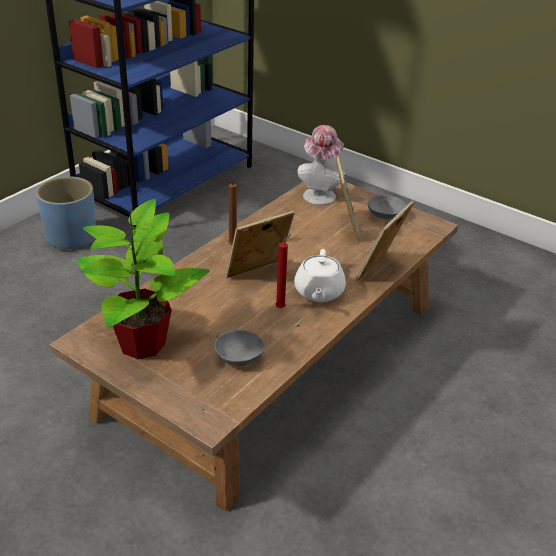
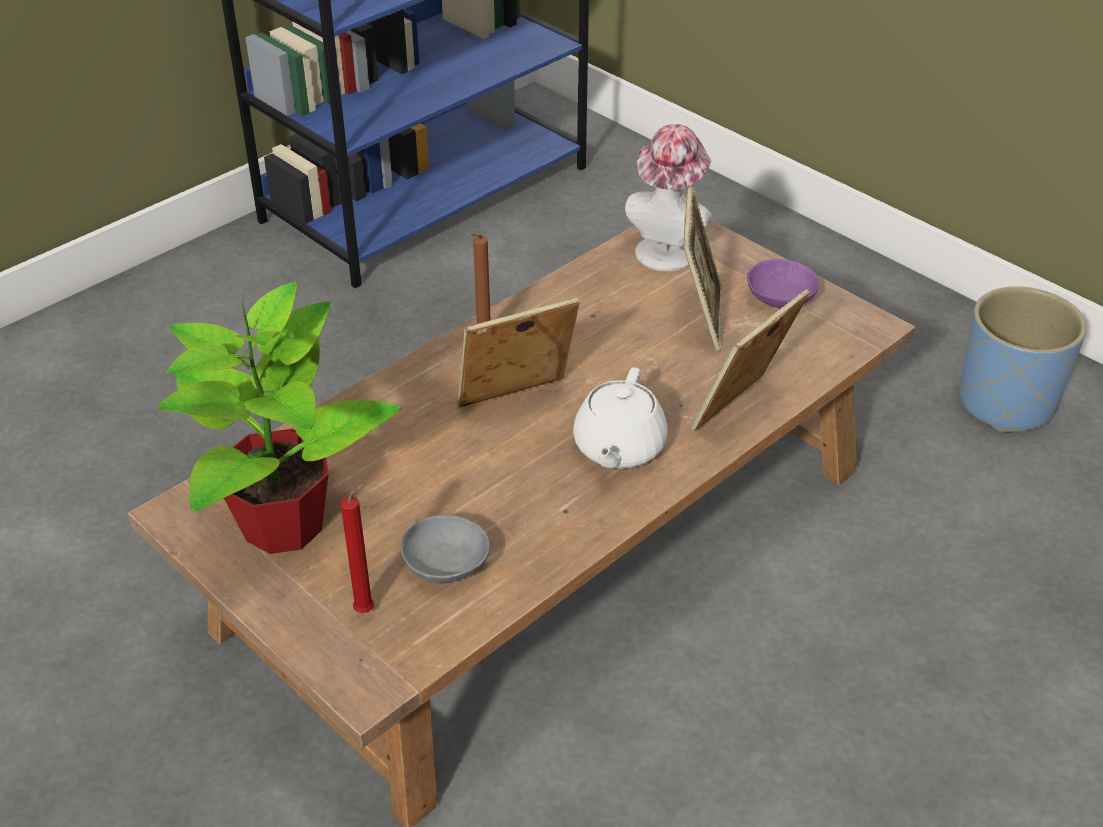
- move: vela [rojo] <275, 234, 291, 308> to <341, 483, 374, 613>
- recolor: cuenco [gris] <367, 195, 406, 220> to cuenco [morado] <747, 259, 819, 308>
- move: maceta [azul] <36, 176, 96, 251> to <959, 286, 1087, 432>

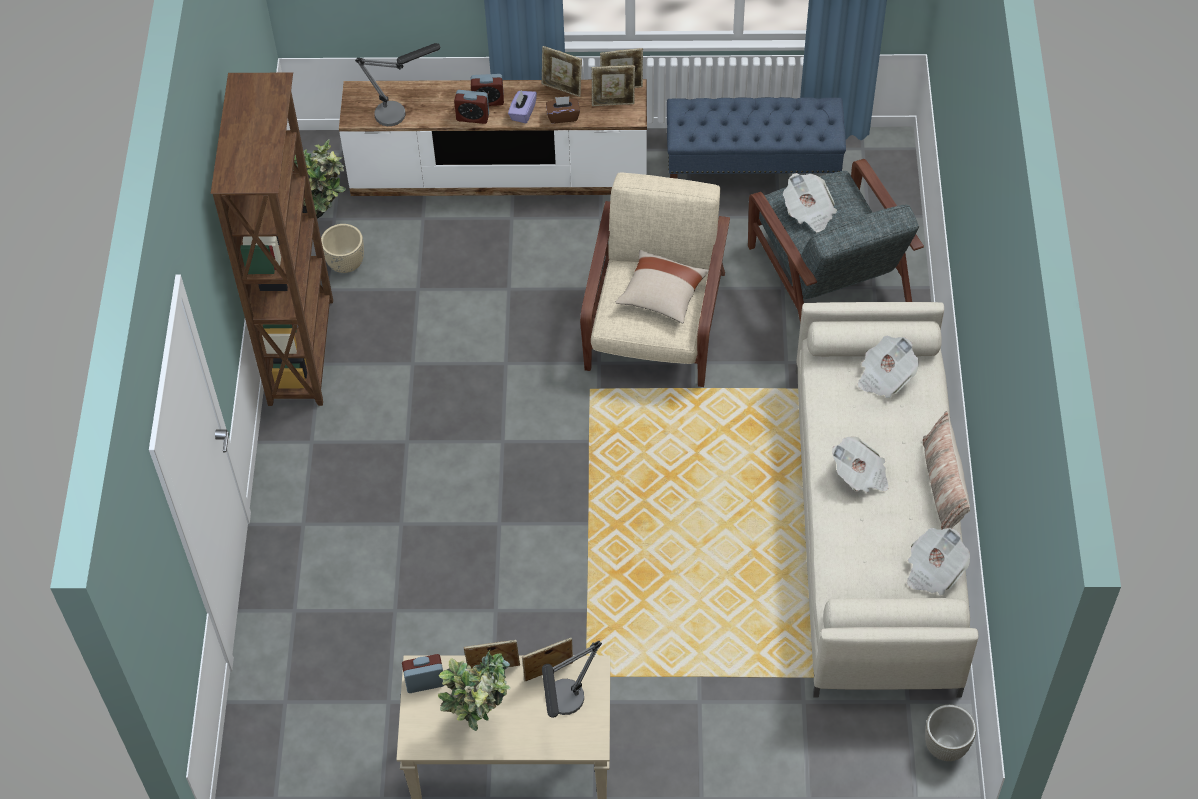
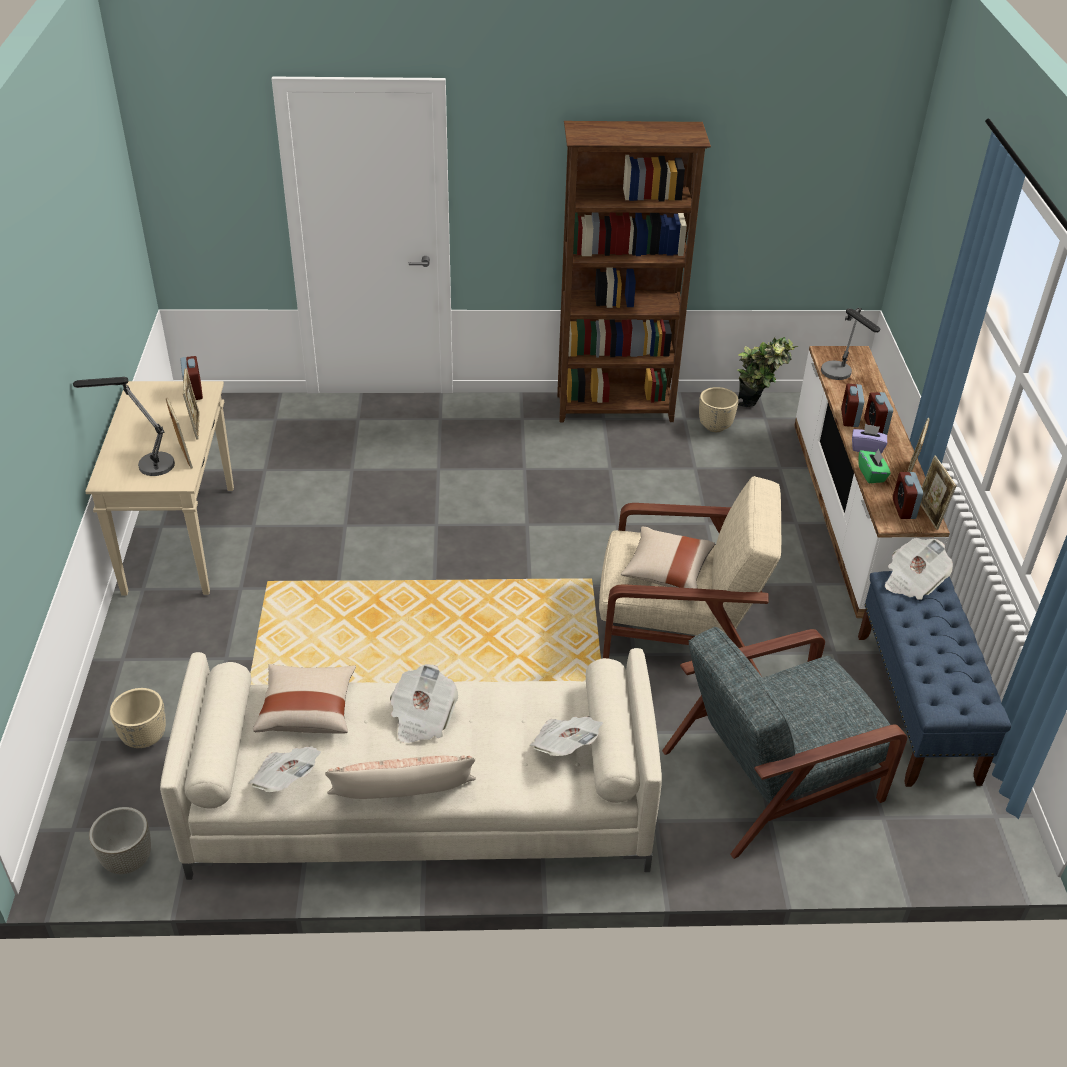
- insert: maceta [beis] <110, 688, 166, 748>
- insert: cojín [beis] <253, 664, 356, 734>
- recolor: caja de pañuelos [marrón] <546, 96, 580, 123> to caja de pañuelos [verde] <858, 449, 891, 483>
- move: periódico <783, 173, 837, 232> to <885, 538, 953, 600>
- replace: portarretratos <592, 65, 635, 106> to despertador <893, 472, 923, 519>
- delete: planta en maceta <438, 649, 510, 731>

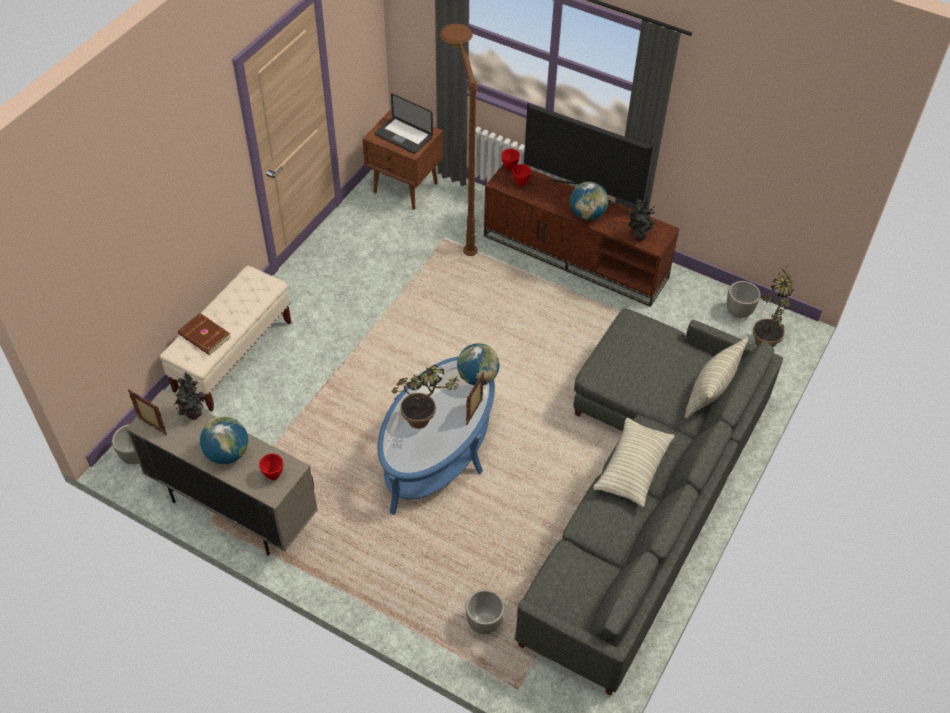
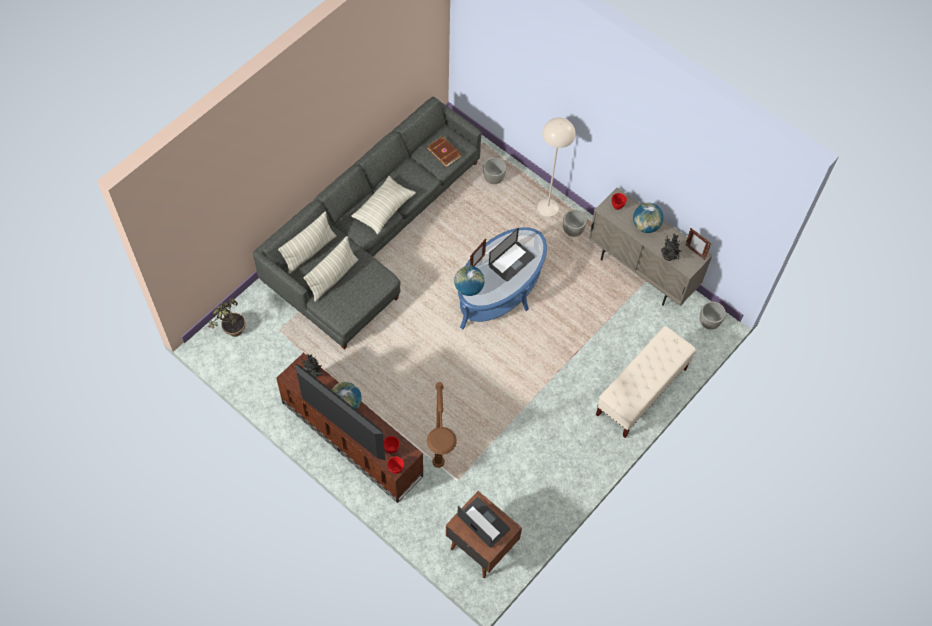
- insert: cojín <304, 236, 358, 301>
- move: libro [marrón] <178, 313, 231, 355> to <427, 136, 462, 167>
- replace: planta en maceta <392, 364, 462, 429> to portátil <489, 228, 535, 281>
- insert: lámpara de pie [beis] <537, 117, 576, 216>
- move: maceta [gris] <727, 281, 761, 318> to <563, 209, 587, 237>

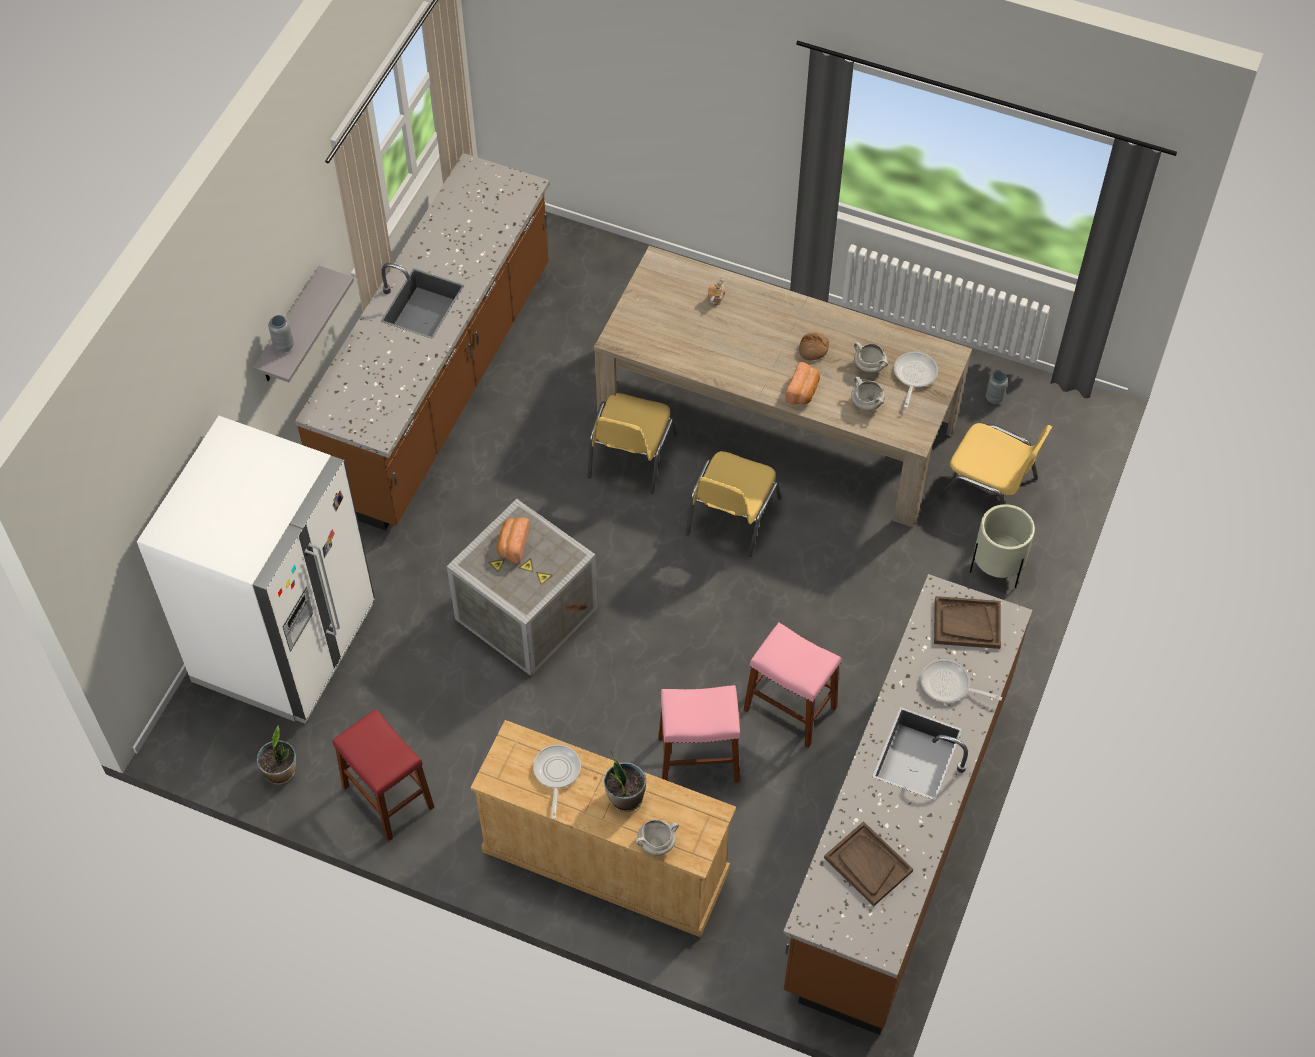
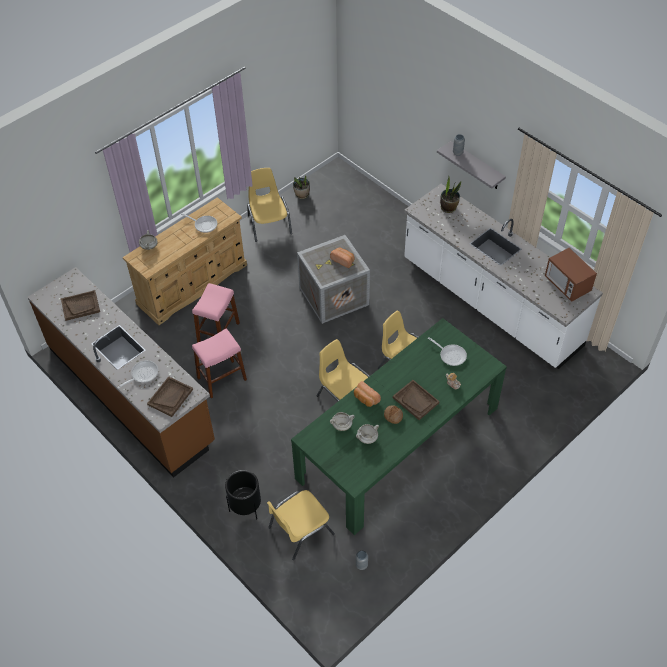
- recolor: maceta [beis] <970, 504, 1035, 588> to maceta [negro] <225, 470, 261, 519>
- replace: taburete [rojo] <332, 709, 434, 841> to silla [amarillo] <247, 168, 292, 242>
- recolor: mesa de comedor [beis] <594, 246, 972, 527> to mesa de comedor [verde] <291, 318, 507, 535>
- insert: bandeja [marrón] <393, 380, 439, 420>
- recolor: mueble bajo de cocina [marrón] <295, 153, 550, 531> to mueble bajo de cocina [blanco] <404, 184, 603, 369>
- move: sartén <894, 352, 938, 408> to <428, 337, 467, 366>
- move: planta en maceta <604, 751, 646, 812> to <440, 176, 461, 213>
- insert: microondas <545, 248, 597, 302>
- delete: nevera [blanco] <137, 416, 375, 724>

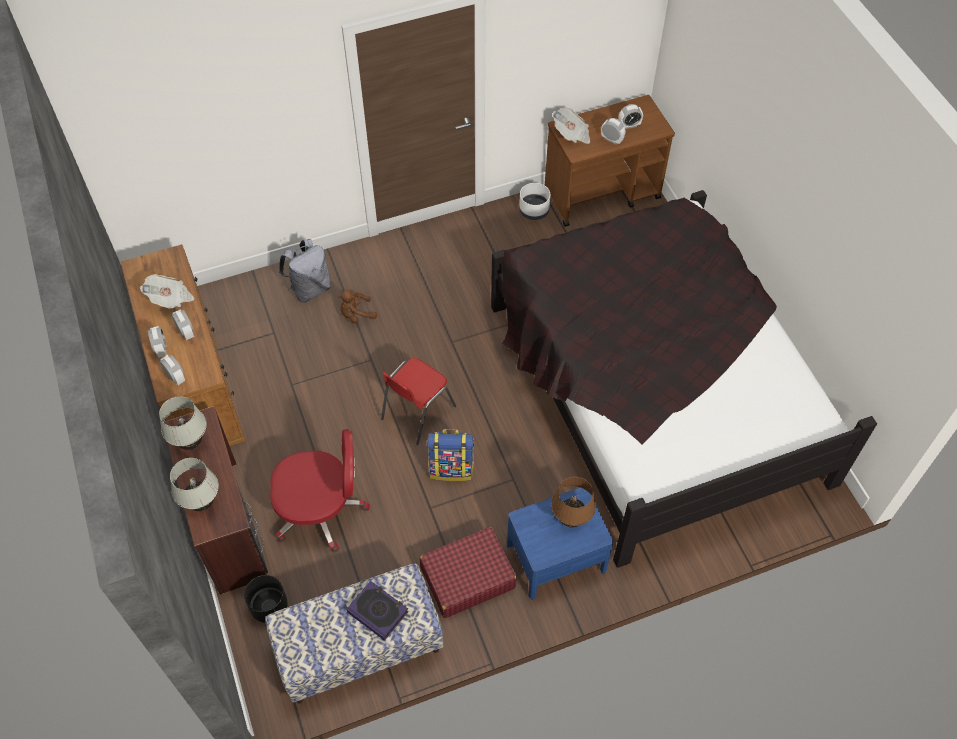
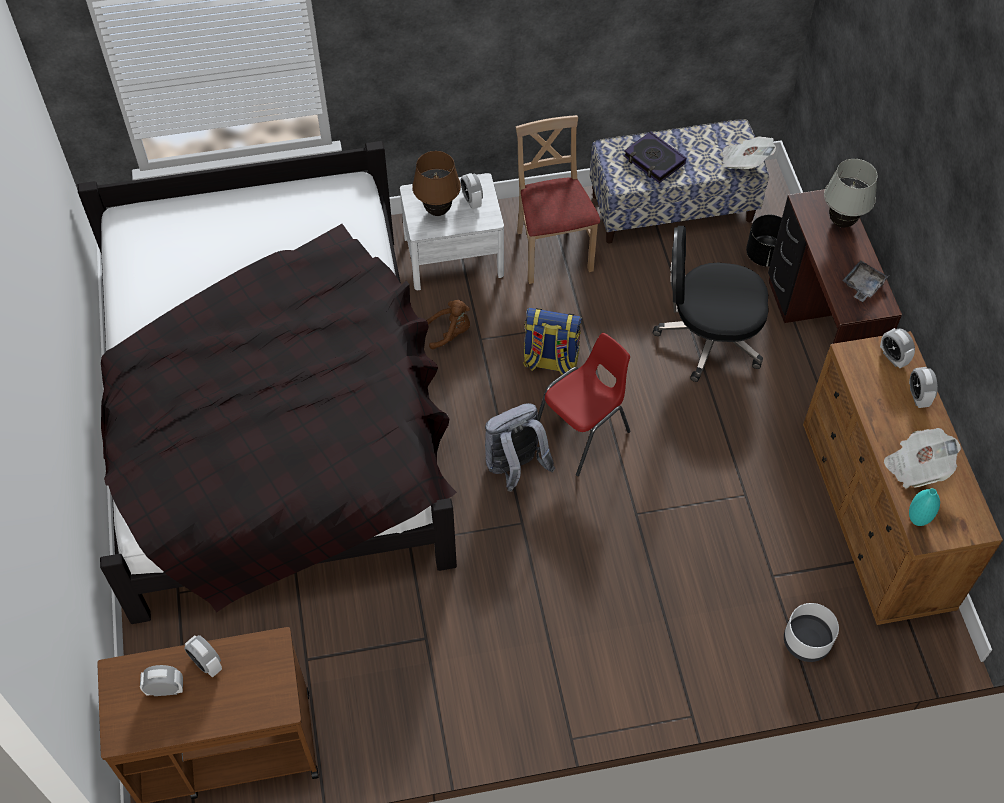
- recolor: mesita de noche [azul] <507, 488, 613, 599> to mesita de noche [blanco] <400, 173, 504, 290>
- move: peluche [marrón] <338, 289, 377, 324> to <426, 300, 470, 349>
- move: despertador <172, 309, 194, 340> to <460, 173, 483, 209>
- move: mochila [gris] <279, 239, 331, 303> to <485, 403, 555, 492>
- replace: maleta [rojo] <419, 527, 517, 618> to silla [beis] <516, 115, 600, 284>
- recolor: silla de oficina [rojo] <270, 429, 370, 552> to silla de oficina [negro] <653, 226, 769, 382>
- move: periódico <552, 107, 590, 144> to <722, 136, 776, 169>
- move: maceta [blanco] <519, 183, 550, 220> to <784, 603, 839, 662>
- replace: lámpara de mesa [blanco] <159, 396, 207, 450> to bandeja [gris] <842, 260, 888, 302>
- insert: florero [turquesa] <909, 488, 940, 526>

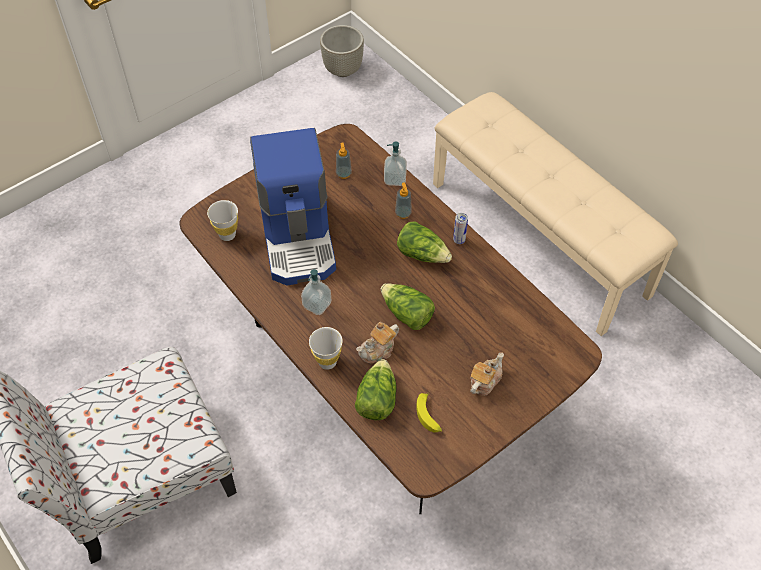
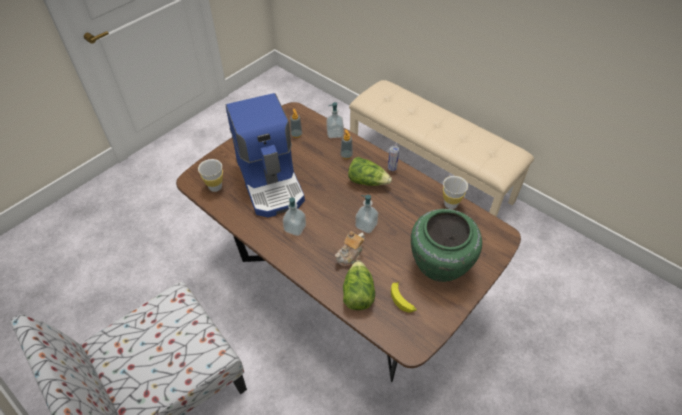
- replace: lechuga <381, 283, 435, 330> to dispensador de jabón <355, 195, 378, 233>
- replace: tetera <470, 352, 504, 396> to florero [verde] <411, 209, 482, 282>
- move: taza [blanco] <309, 327, 343, 370> to <443, 176, 468, 209>
- delete: maceta [gris] <320, 25, 364, 77>

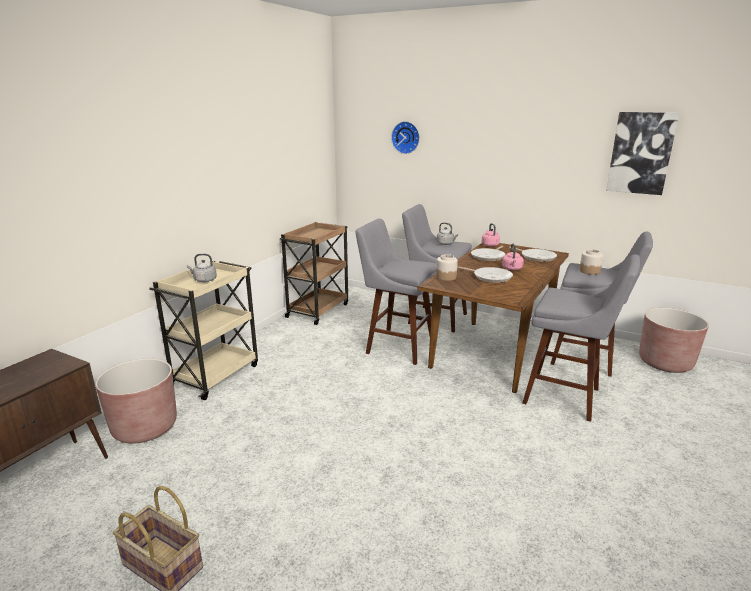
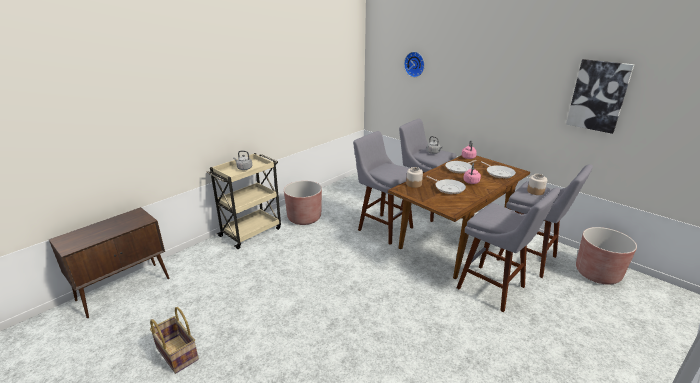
- move: maceta [marrón] <95, 358, 177, 443> to <284, 181, 322, 225>
- delete: carrito [marrón] <280, 222, 348, 325>

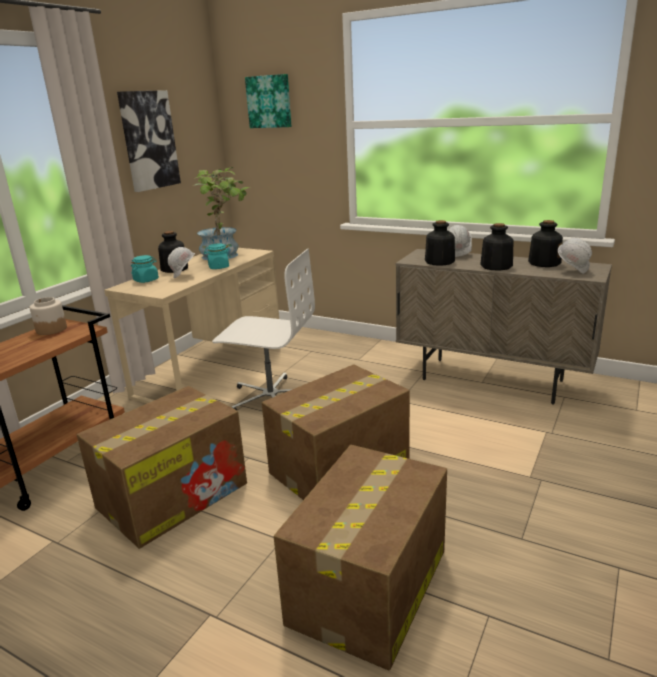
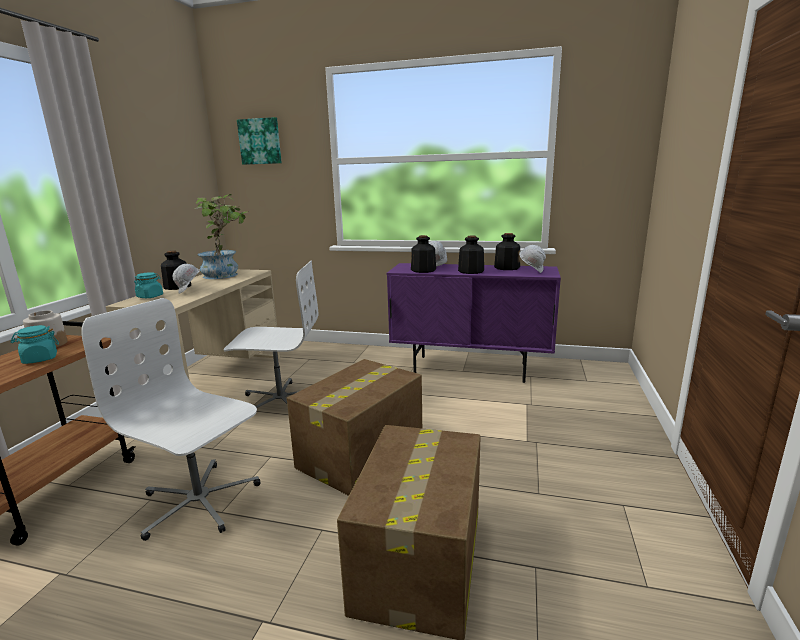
- move: tarro [turquesa] <204, 243, 231, 269> to <10, 325, 59, 364>
- replace: caja de cartón <77, 386, 247, 549> to silla de oficina [blanco] <81, 298, 261, 541>
- recolor: armario [beis] <395, 249, 612, 405> to armario [morado] <387, 263, 561, 383>
- delete: cuadro <117, 90, 181, 192>

